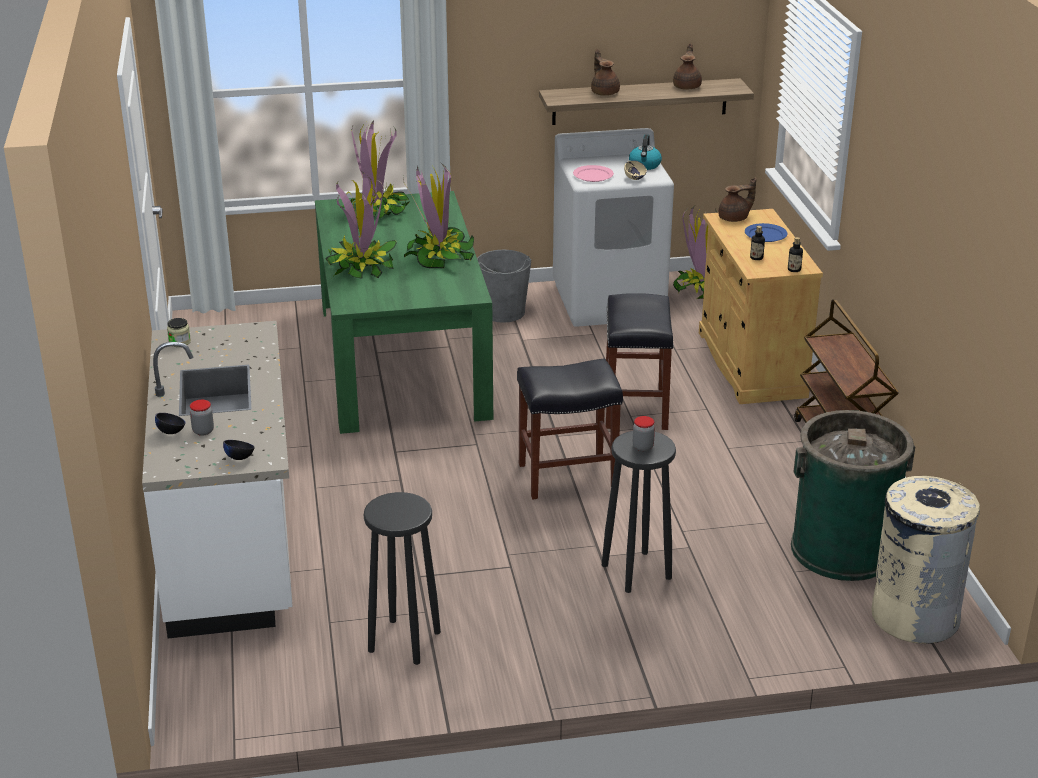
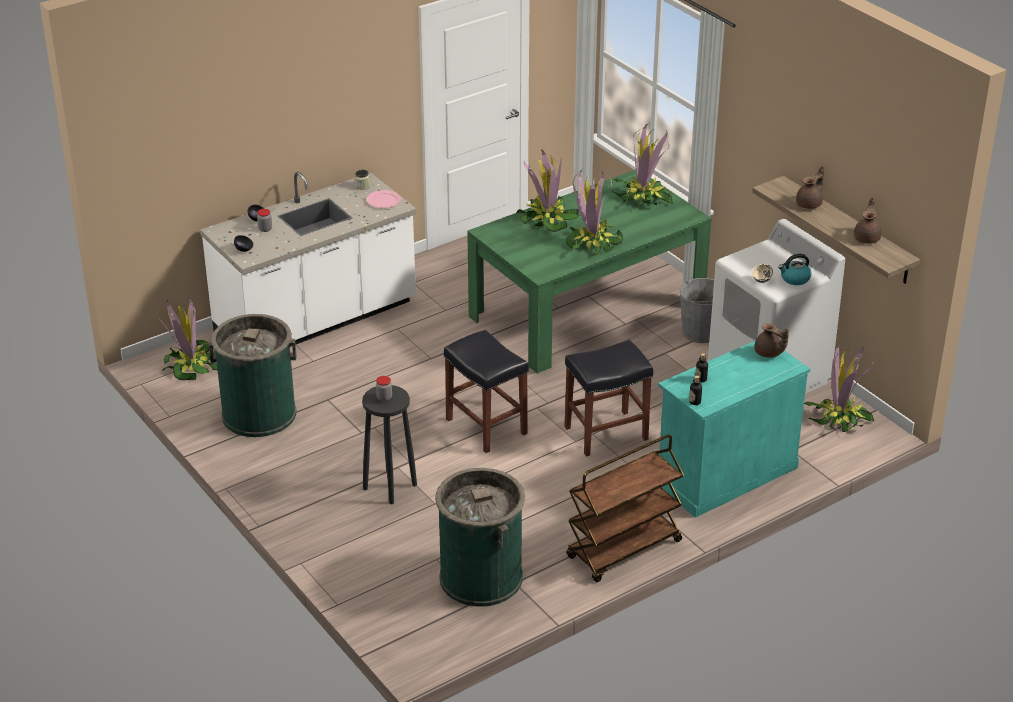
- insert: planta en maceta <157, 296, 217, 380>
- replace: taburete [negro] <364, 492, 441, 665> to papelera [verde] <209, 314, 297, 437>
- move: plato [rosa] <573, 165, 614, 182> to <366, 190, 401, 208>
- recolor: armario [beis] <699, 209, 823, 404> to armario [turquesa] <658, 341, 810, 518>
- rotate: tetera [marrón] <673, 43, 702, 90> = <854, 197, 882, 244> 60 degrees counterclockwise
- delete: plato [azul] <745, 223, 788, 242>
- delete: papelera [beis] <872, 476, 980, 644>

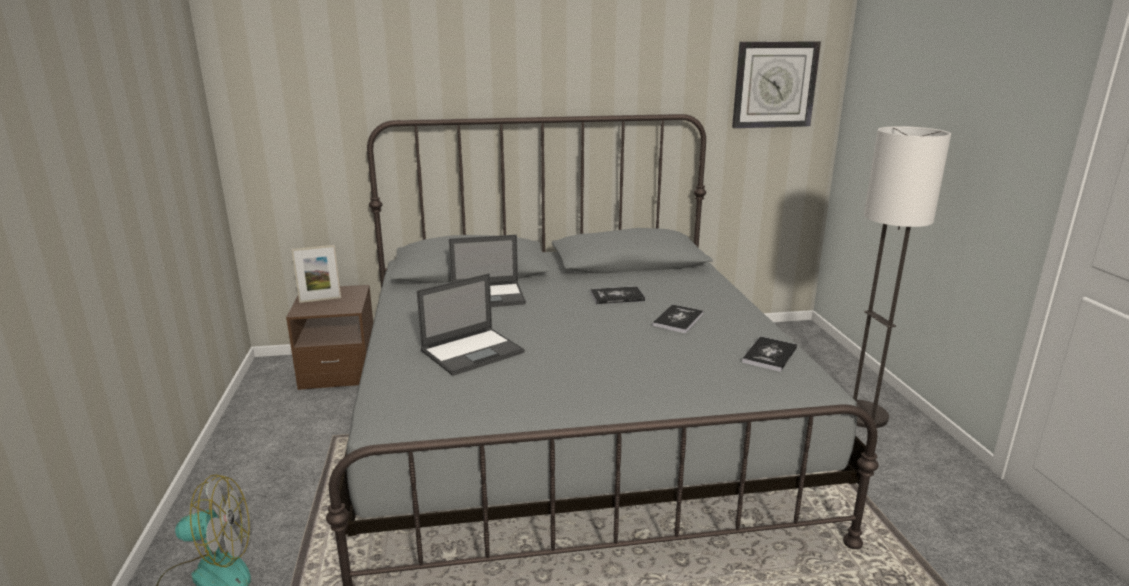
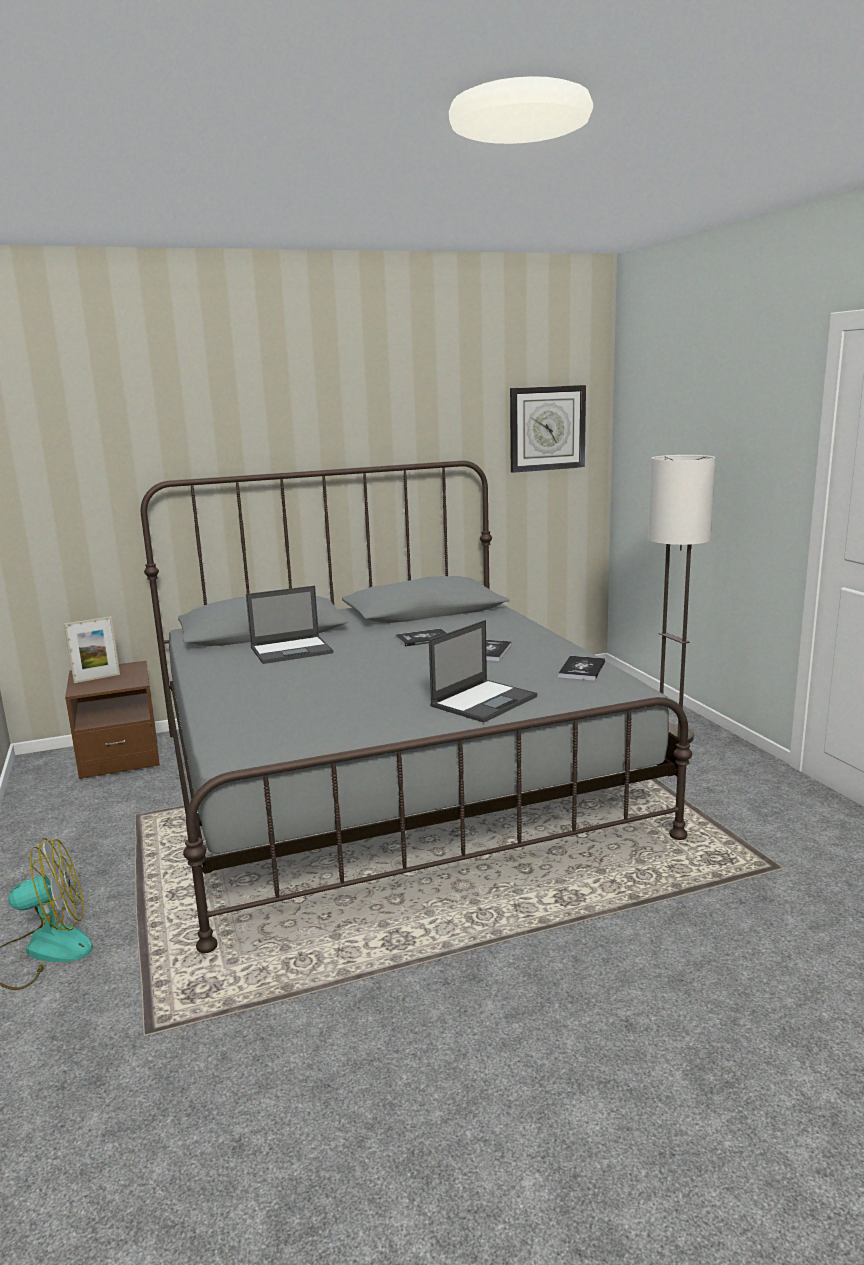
- move: portátil <417, 273, 525, 376> to <429, 620, 537, 723>

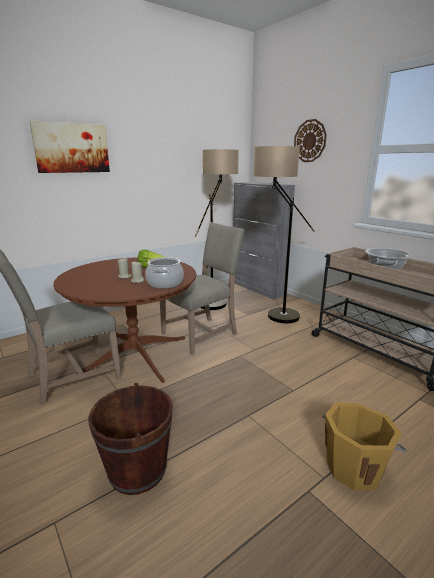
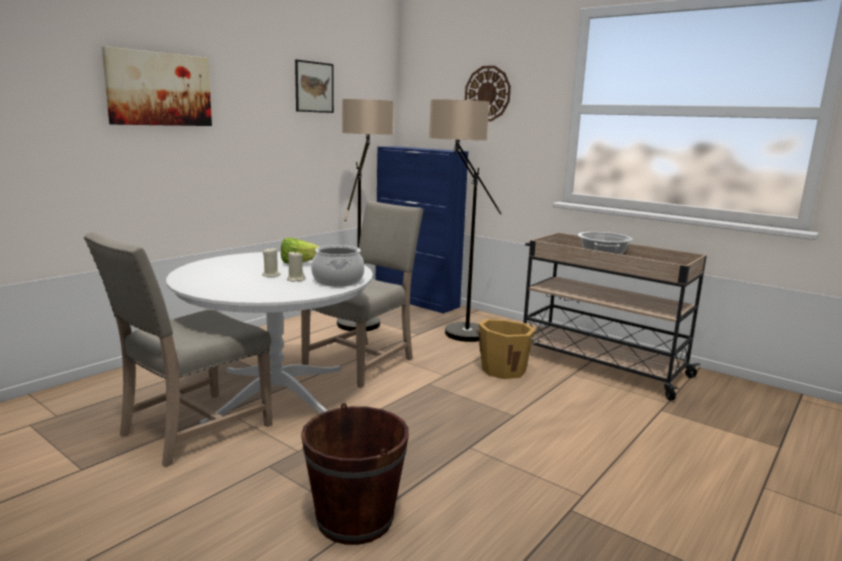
- recolor: mesa de comedor [marrón] <53, 257, 196, 383> to mesa de comedor [blanco] <166, 252, 373, 425>
- insert: cuadro <295, 59, 334, 113>
- recolor: armario [gris] <233, 182, 295, 299> to armario [azul] <376, 146, 468, 314>
- move: cubo [naranja] <322, 402, 407, 490> to <476, 319, 540, 379>

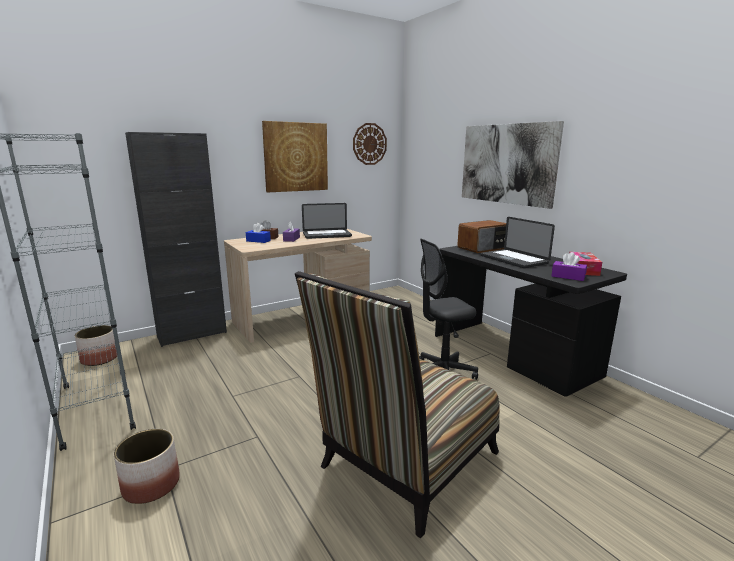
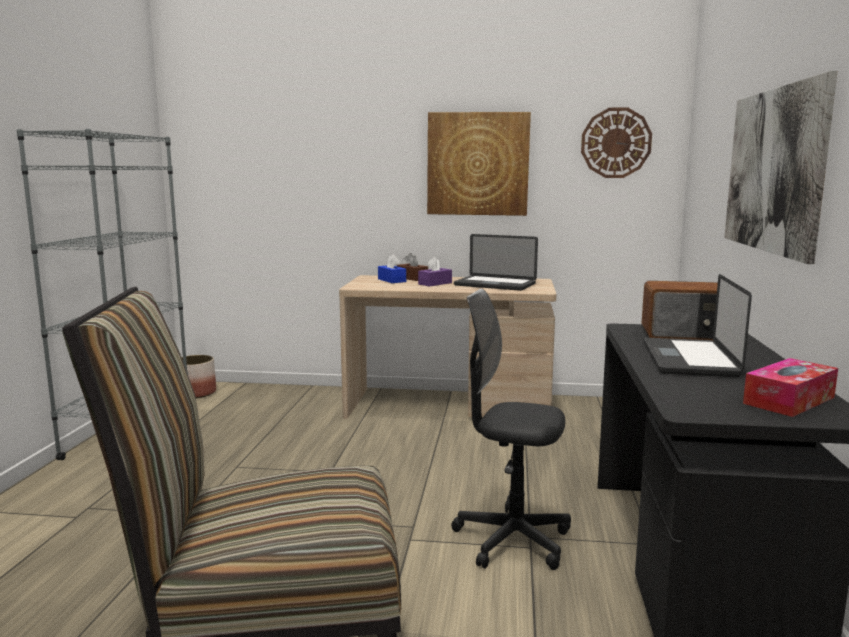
- delete: maceta <114, 429, 180, 504>
- delete: armario [negro] <125, 132, 227, 347>
- delete: caja de pañuelos [morado] <551, 252, 587, 281>

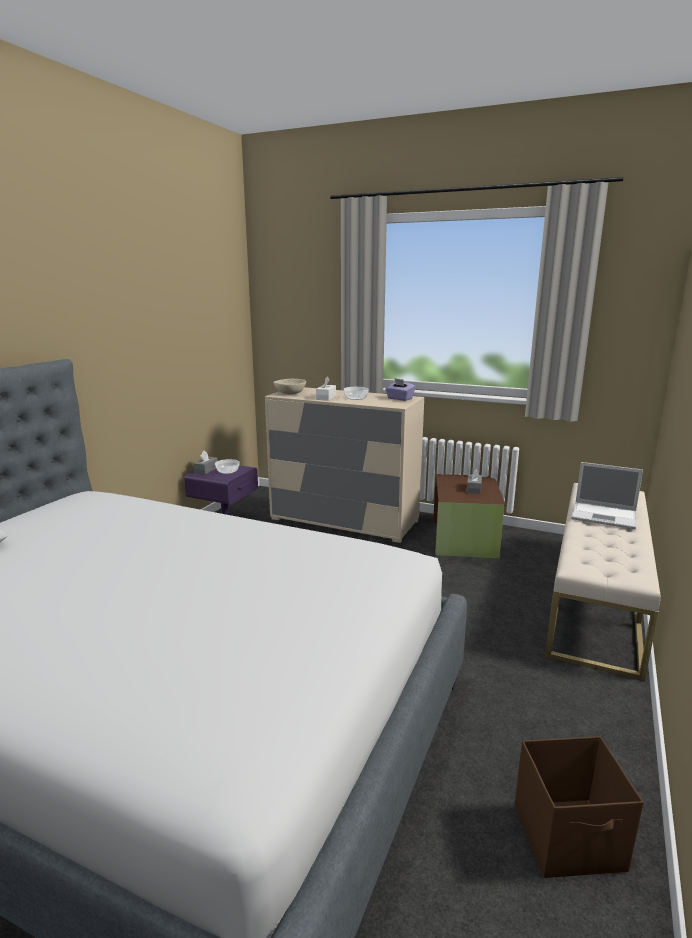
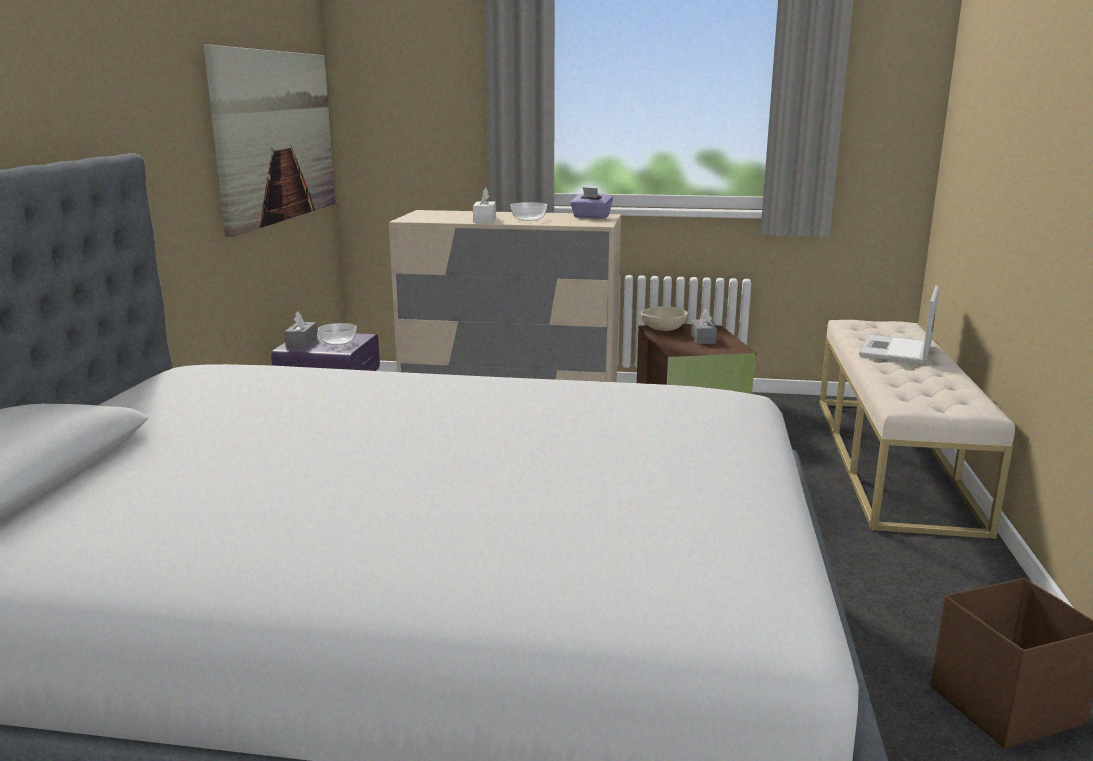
- insert: cuadro <204, 45, 335, 237>
- move: cuenco [beis] <273, 379, 306, 395> to <641, 307, 688, 331>
- rotate: portátil <571, 462, 643, 529> = <859, 286, 939, 364> 105 degrees clockwise

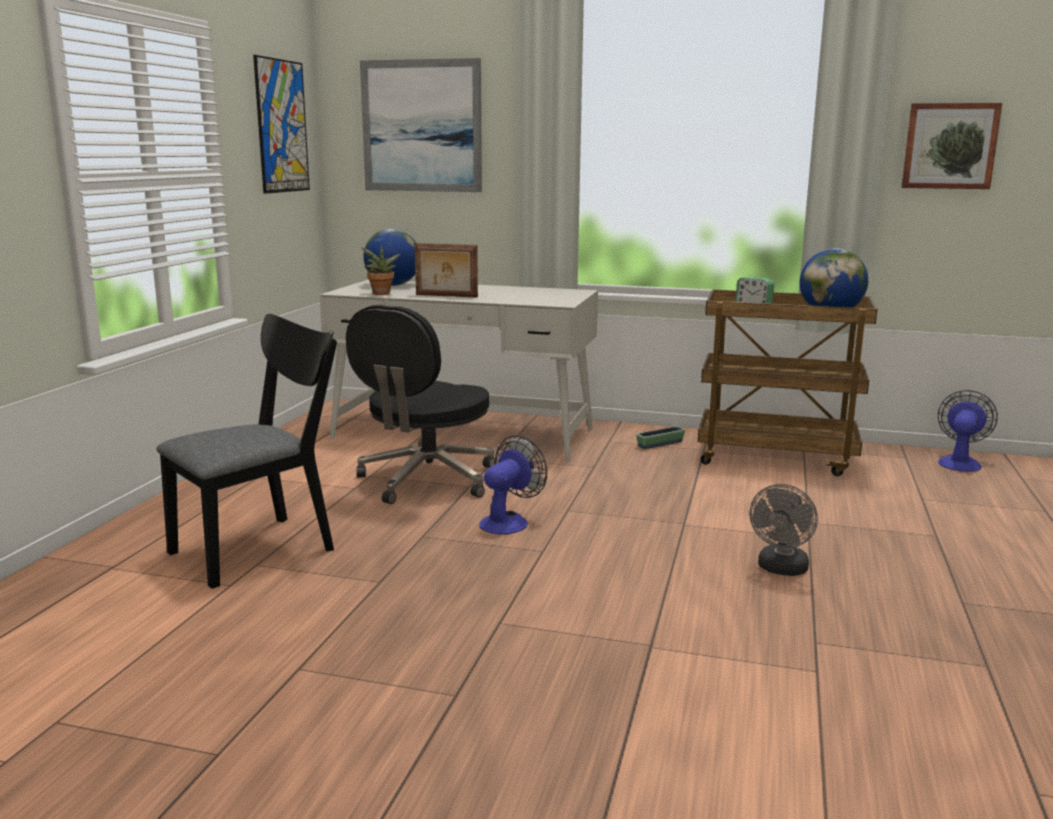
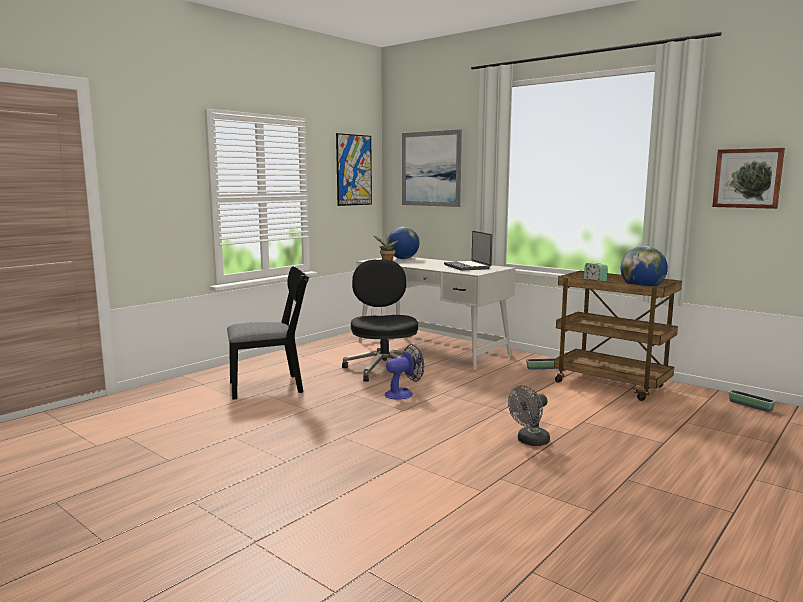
- rotate: silla de oficina [negro] <346, 305, 495, 504> = <342, 259, 422, 381> 120 degrees clockwise
- insert: portátil <444, 231, 492, 271>
- replace: ventilador <938, 390, 998, 472> to maceta <729, 390, 776, 412>
- delete: portarretratos <415, 243, 478, 298>

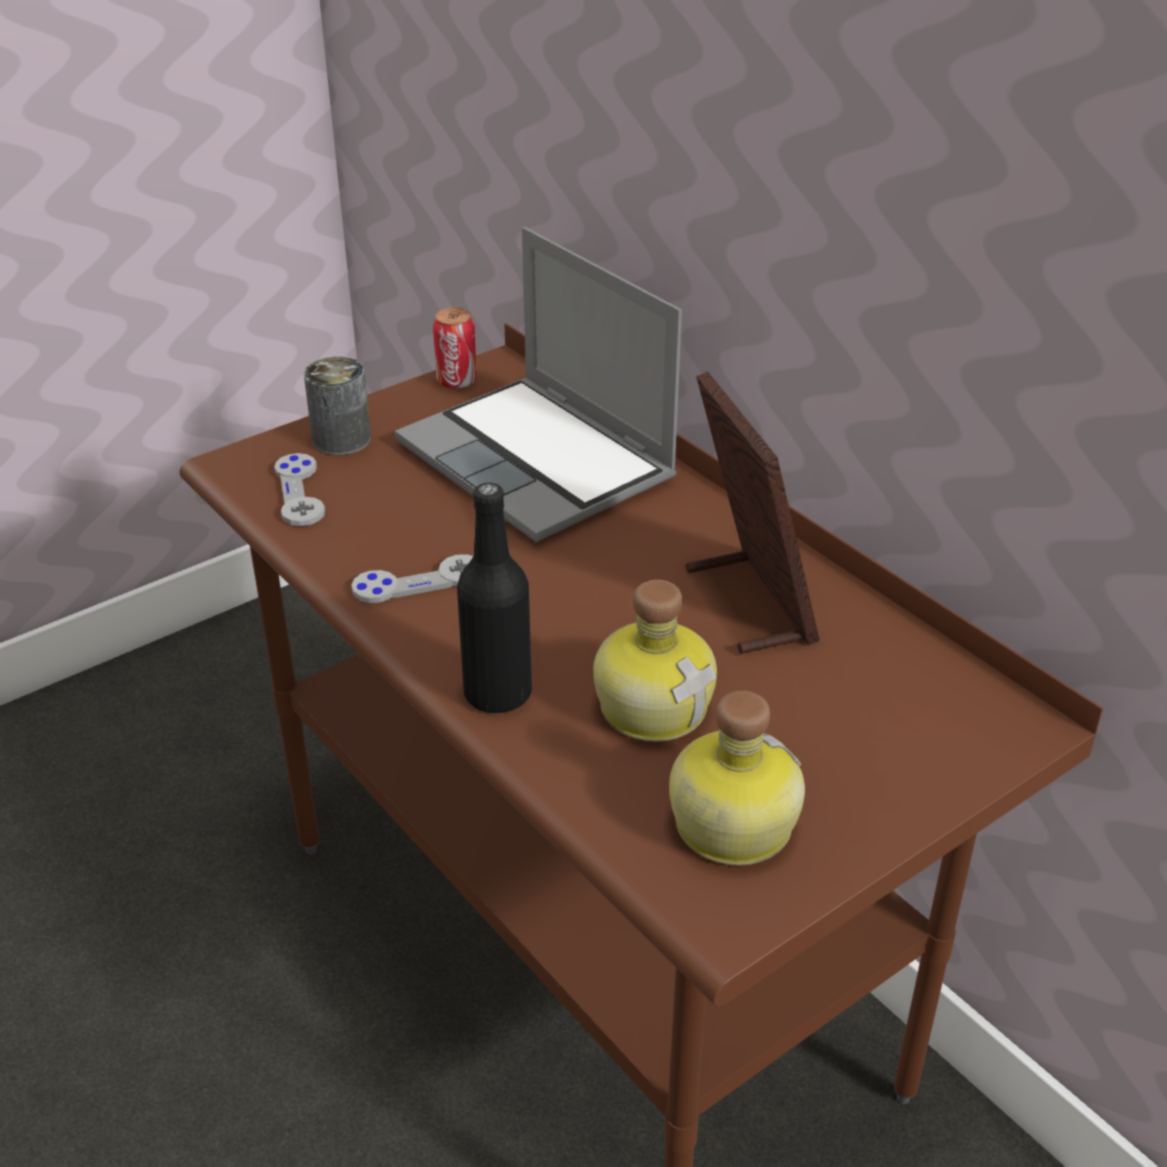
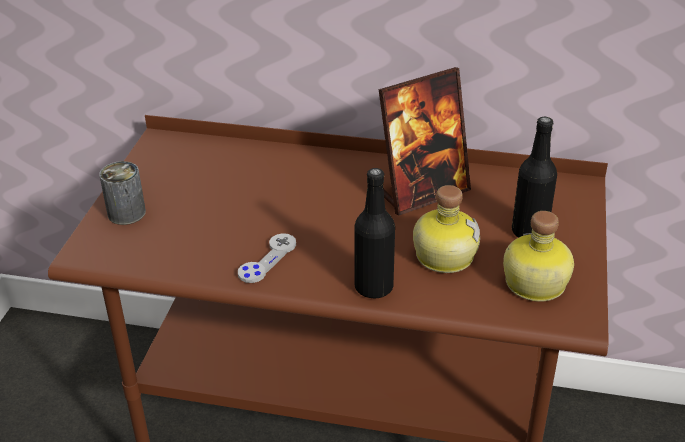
- rotate: portarretratos <686, 372, 820, 654> = <379, 67, 471, 216> 120 degrees clockwise
- insert: botella [negro] <512, 117, 557, 238>
- delete: mando de consola [gris] <274, 453, 325, 526>
- delete: portátil <395, 227, 682, 542>
- delete: lata <433, 307, 477, 389>

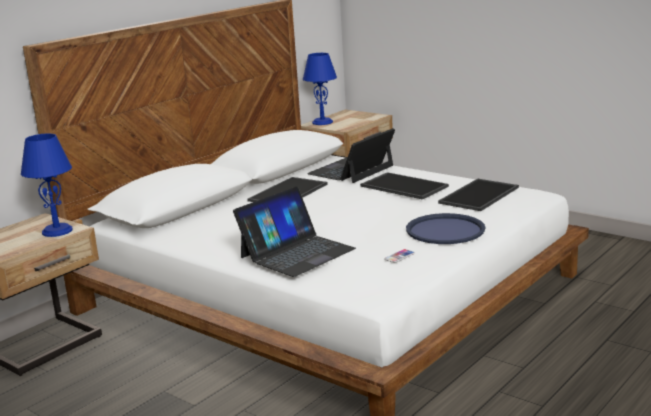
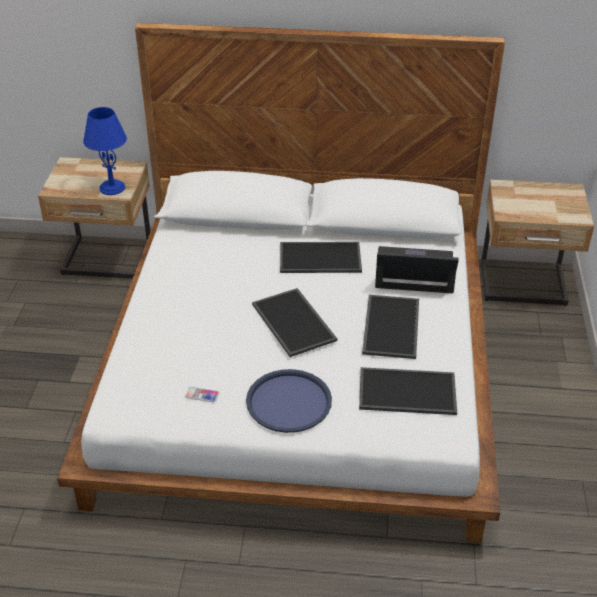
- insert: bandeja <252, 288, 337, 357>
- delete: portátil <233, 186, 356, 277>
- delete: lámpara de mesa [azul] <303, 53, 337, 125>

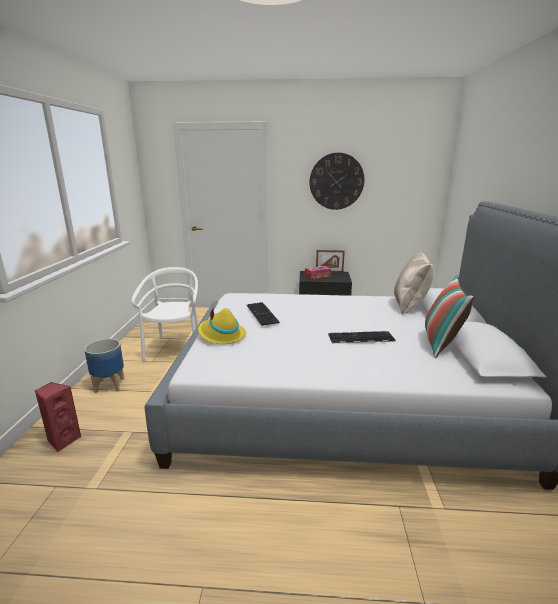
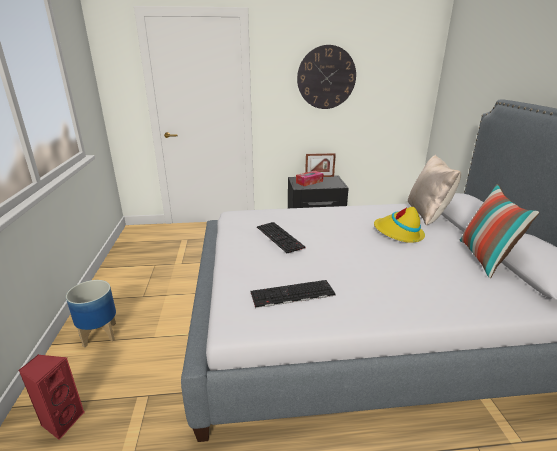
- move: teclado <328, 331, 395, 343> to <250, 280, 336, 308>
- move: sombrero [amarillo] <198, 307, 246, 344> to <374, 207, 425, 243>
- delete: silla [blanco] <132, 267, 198, 362>

